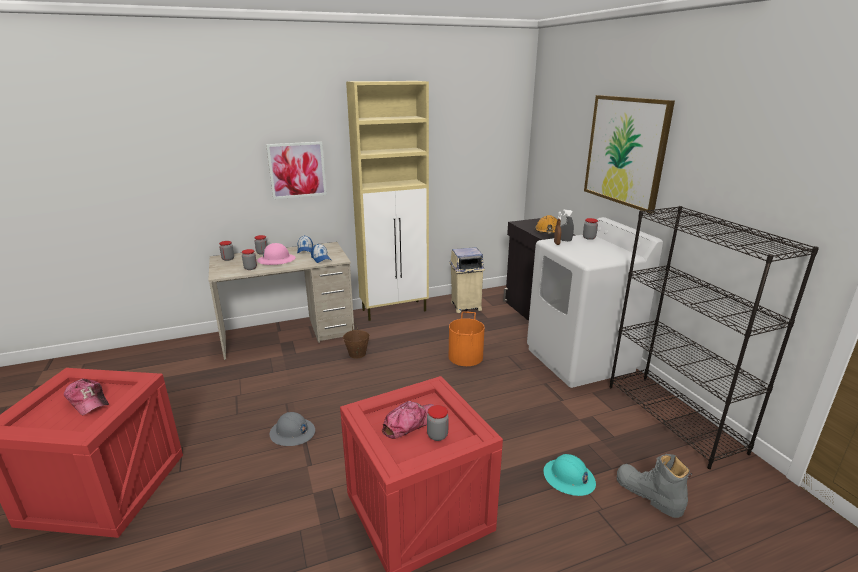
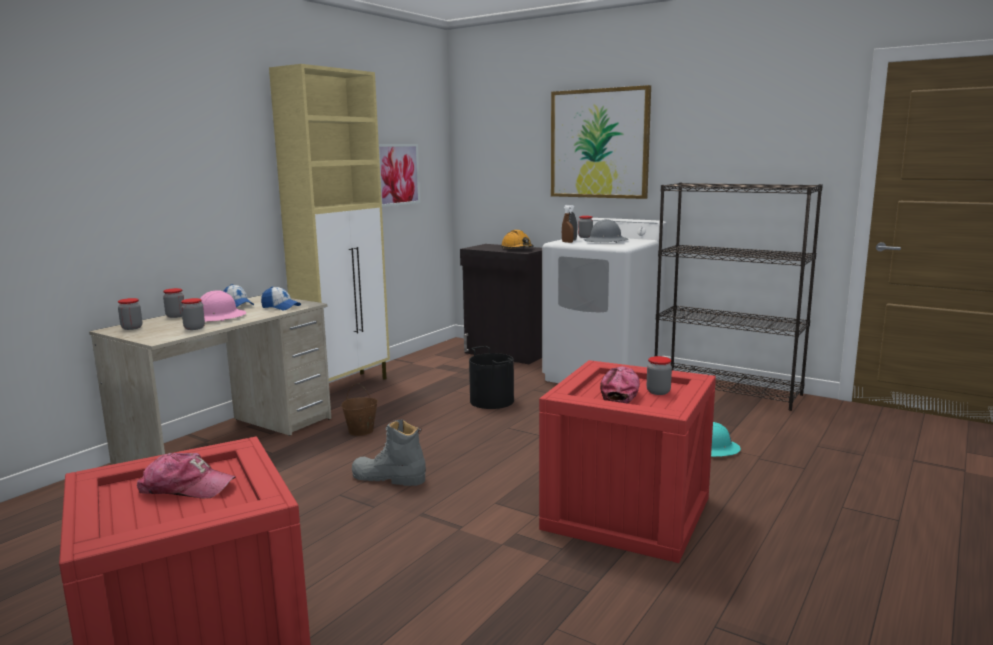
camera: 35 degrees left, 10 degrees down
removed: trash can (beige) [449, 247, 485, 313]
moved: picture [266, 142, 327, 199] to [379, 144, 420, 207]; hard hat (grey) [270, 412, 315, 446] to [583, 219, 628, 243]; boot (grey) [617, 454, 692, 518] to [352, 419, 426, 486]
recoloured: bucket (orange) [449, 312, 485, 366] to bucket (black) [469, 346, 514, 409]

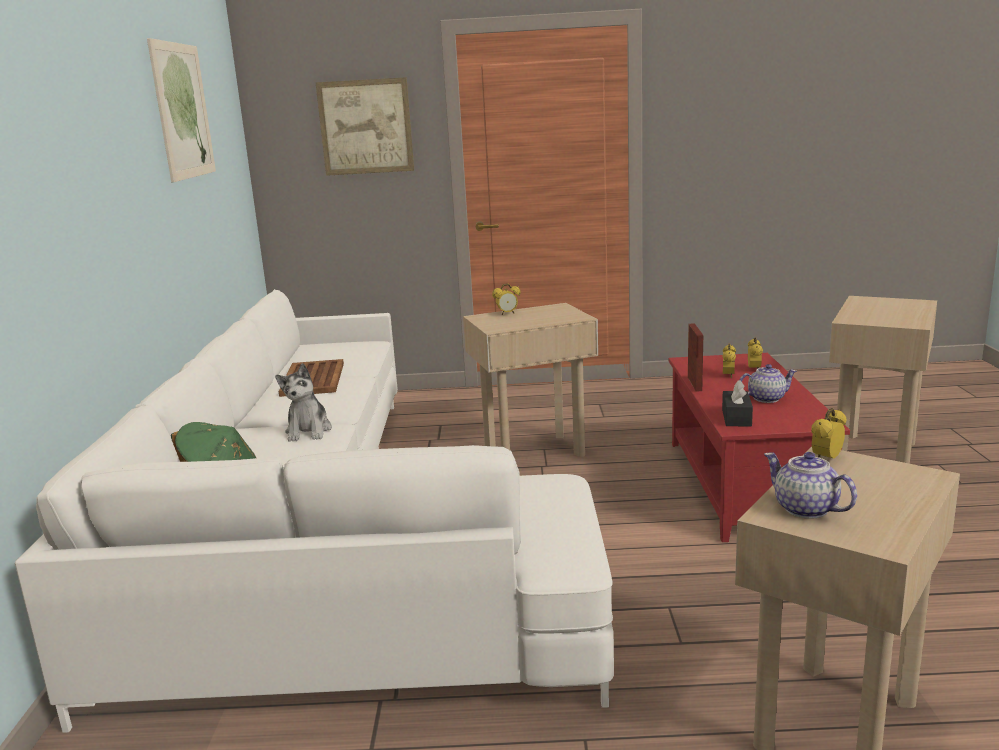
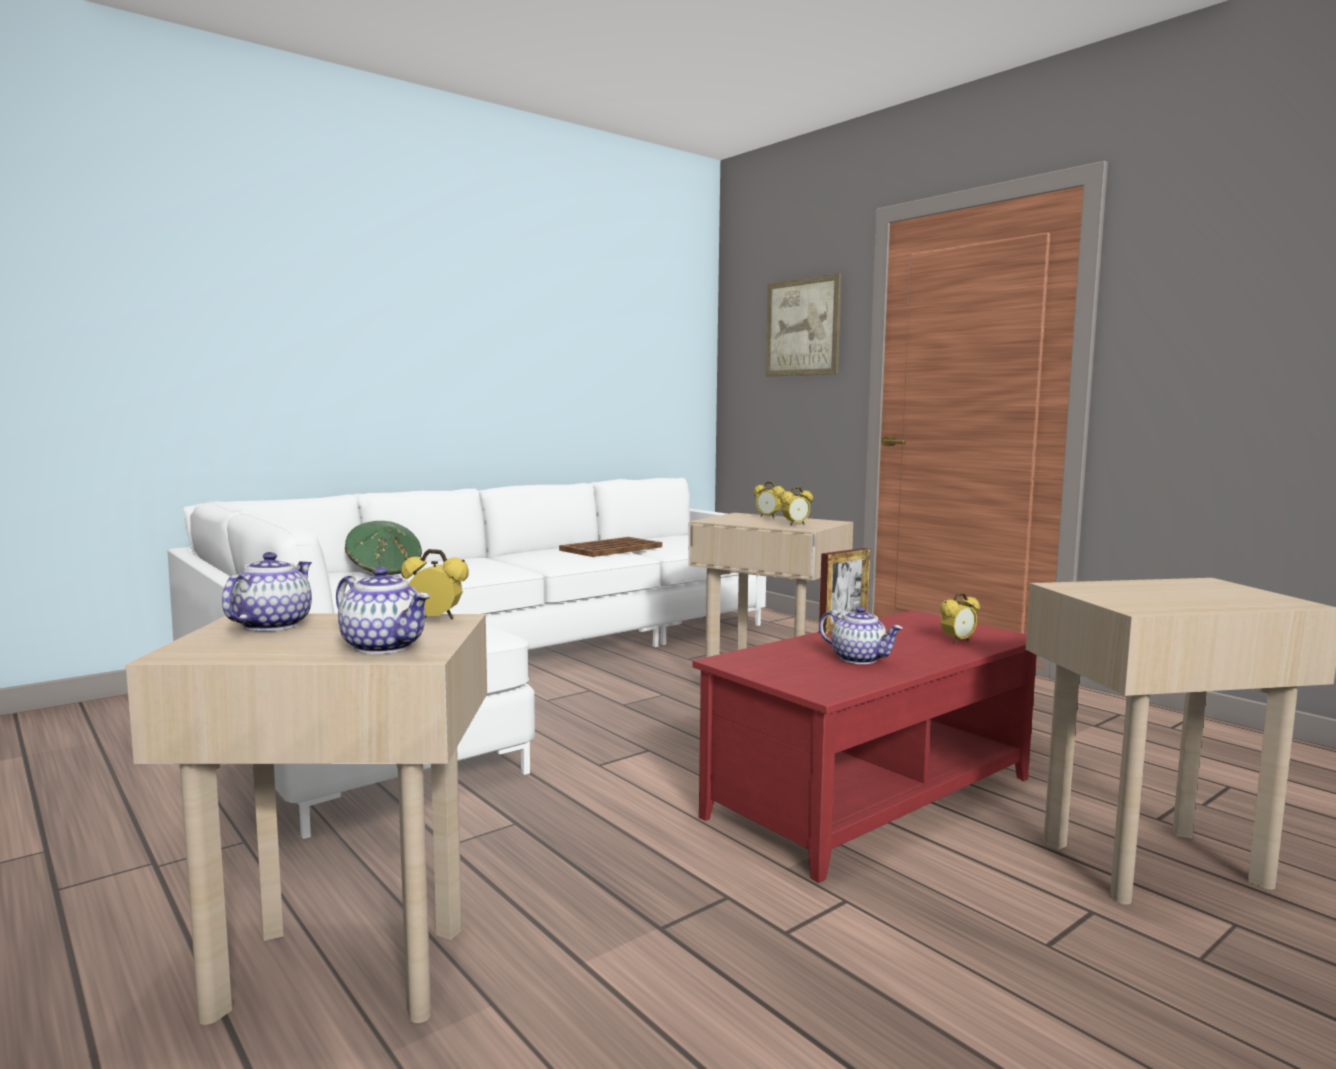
camera: 50 degrees right, 10 degrees down
removed: picture [147, 38, 216, 182]; plush toy [275, 363, 332, 442]; tissue box (black) [722, 380, 753, 427]
added: teapot [336, 567, 430, 654]
moved: alarm clock [723, 343, 736, 378] to [780, 486, 813, 525]

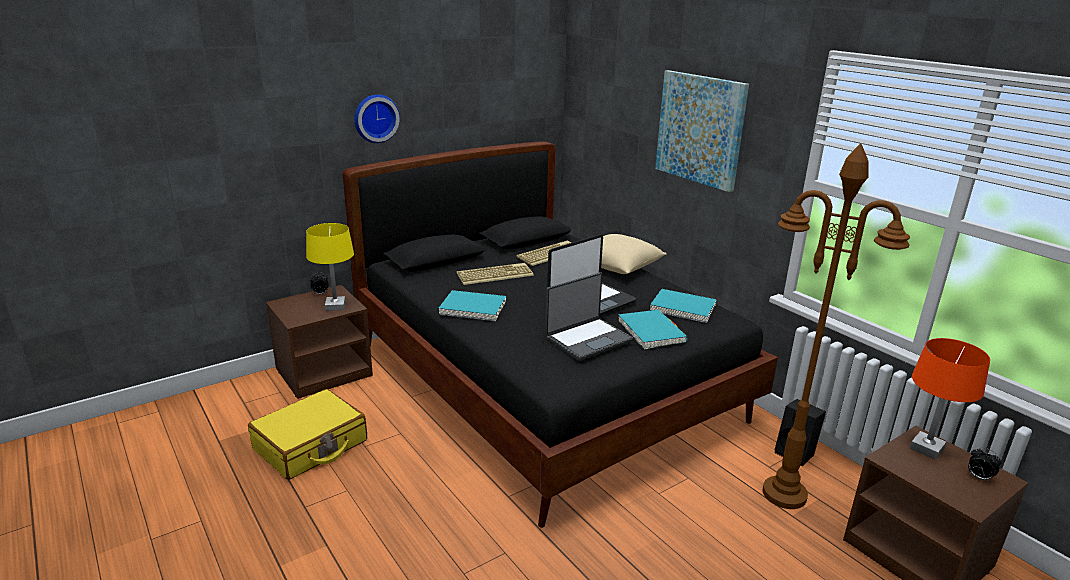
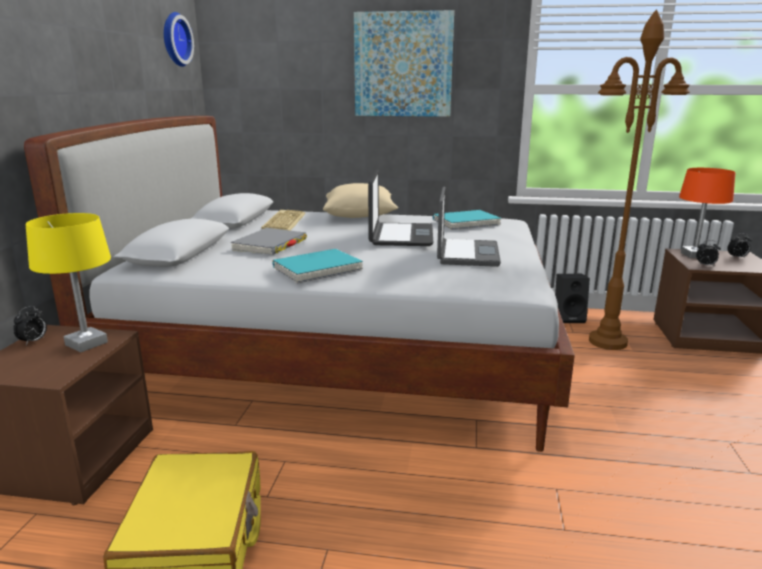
camera: 45 degrees left, 5 degrees down
removed: book (turquoise) [618, 310, 688, 350]
added: alarm clock [696, 240, 721, 266]
moved: wall clock [354, 94, 400, 143] to [164, 12, 194, 67]
replaced: keyboard [456, 263, 534, 285] to book (grey) [230, 228, 307, 255]
recoloured: bed (black) [343, 141, 778, 528] to bed (white) [24, 116, 575, 452]

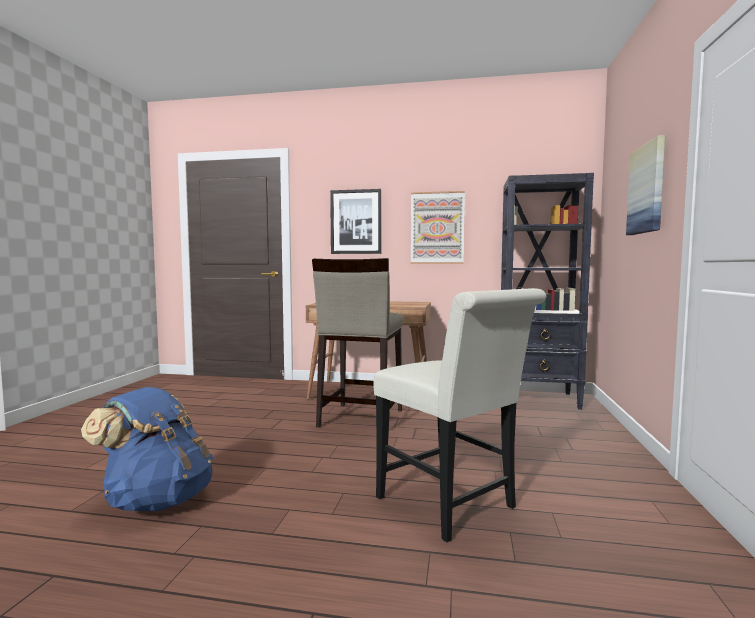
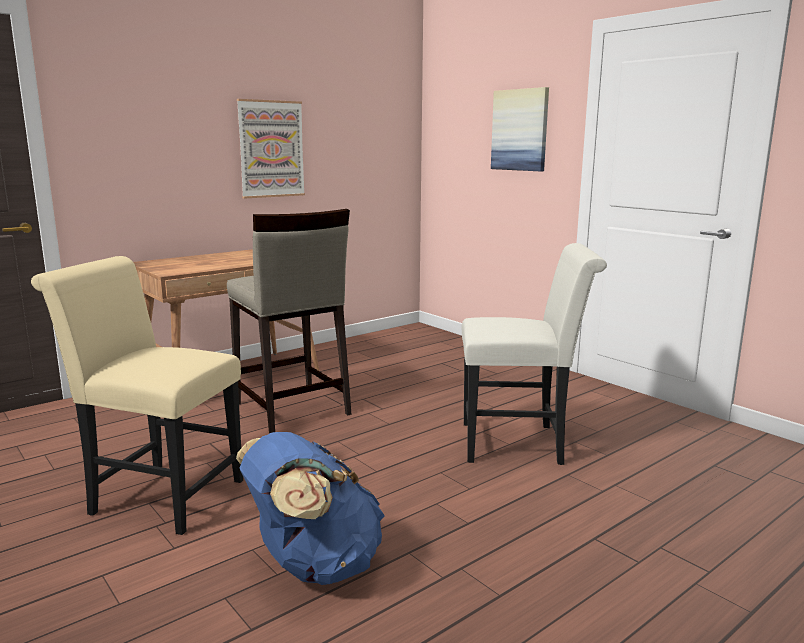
camera: 50 degrees left, 10 degrees up
removed: picture [330, 189, 382, 254]; bookcase (black) [501, 173, 594, 410]
added: chair (beige) [31, 256, 243, 535]

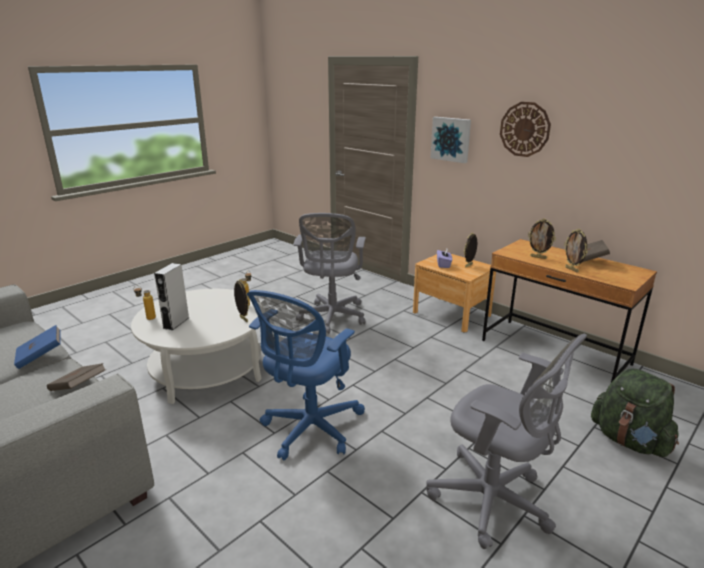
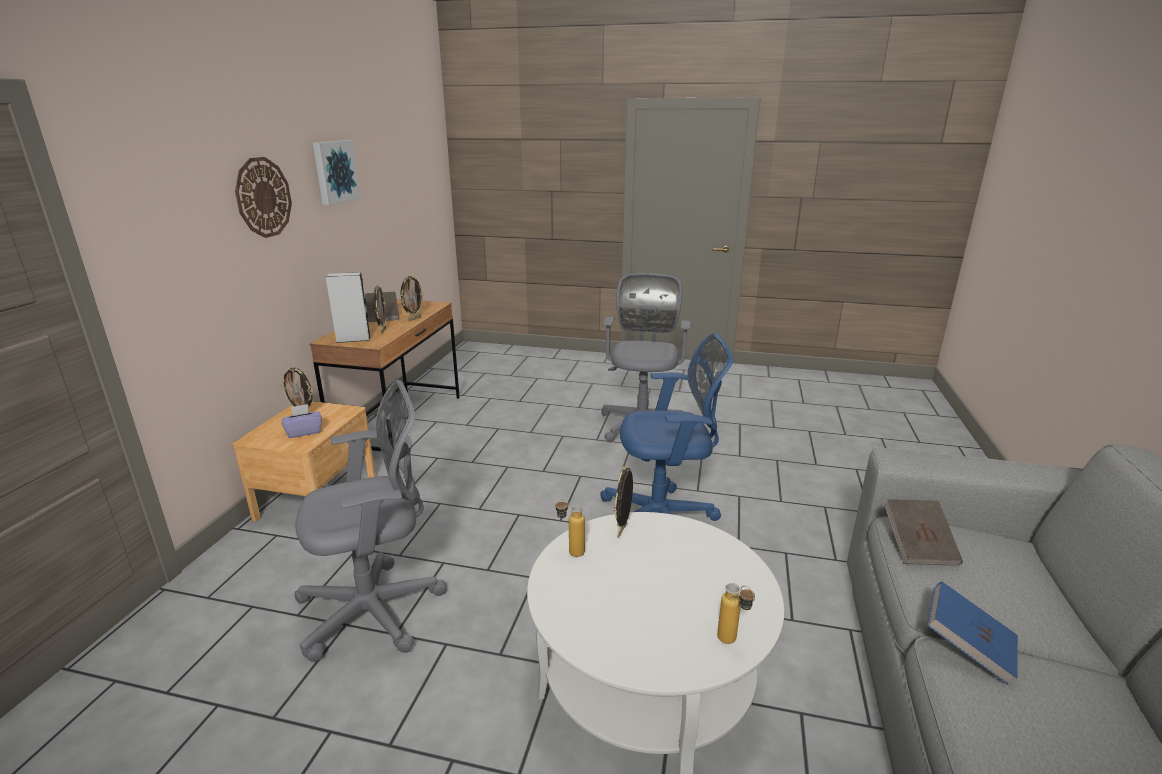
camera: 120 degrees left, 0 degrees up
removed: backpack (green) [591, 368, 679, 457]
moved: speaker (grey) [154, 263, 189, 330] to [326, 272, 371, 343]; picture [431, 117, 471, 163] to [313, 140, 360, 205]

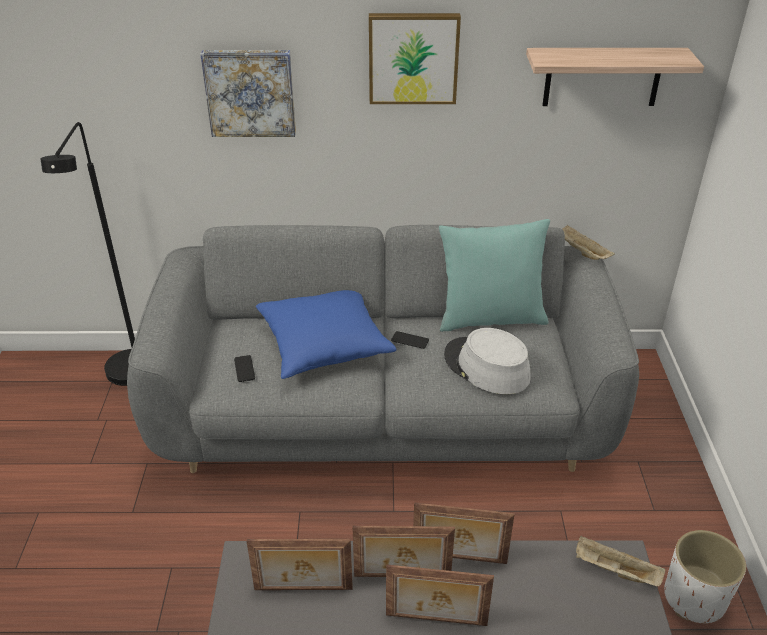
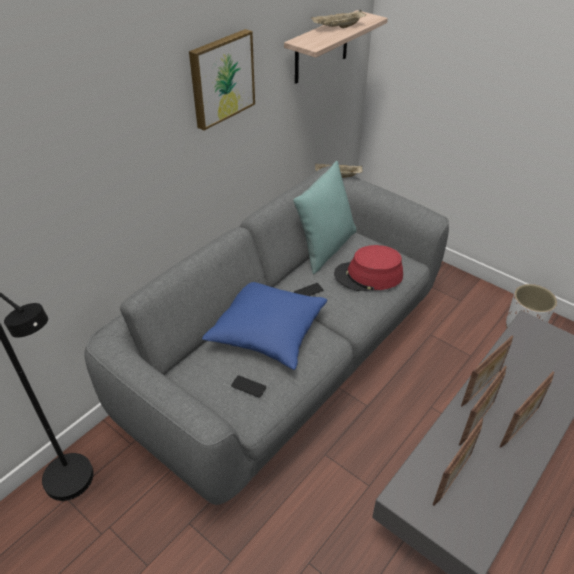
camera: 50 degrees left, 5 degrees up
removed: picture [200, 50, 296, 137]
moved: tray (beige) [576, 536, 666, 586] to [311, 10, 366, 28]
recoloured: hat (grey) [444, 328, 531, 394] to hat (red) [334, 245, 403, 291]

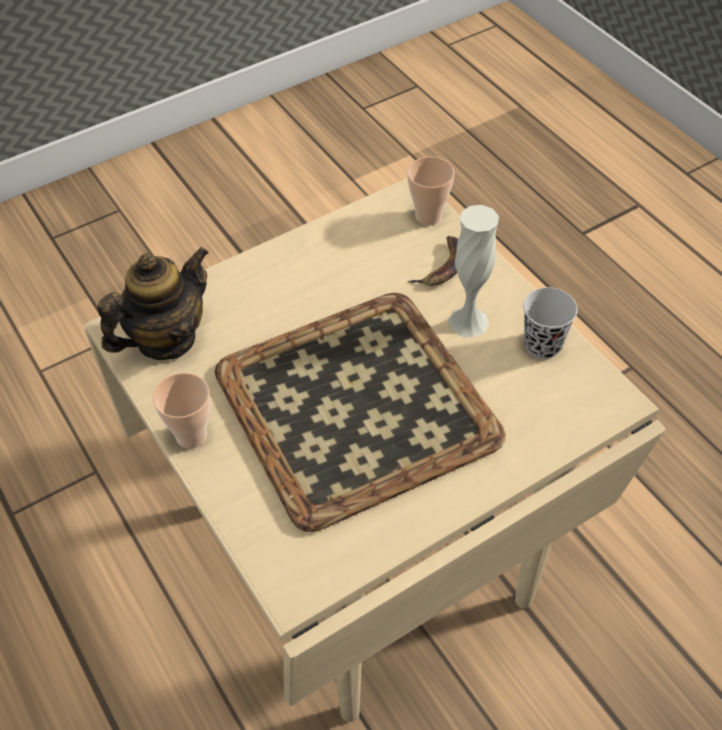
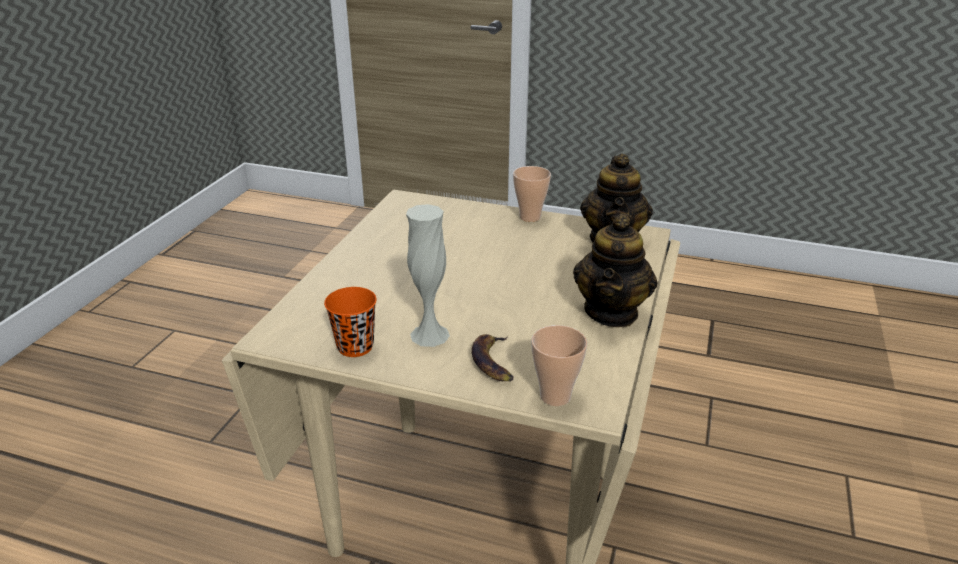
camera: 140 degrees right, 20 degrees down
removed: tray [215, 293, 506, 532]
added: teapot [573, 213, 658, 327]
recoloured: cup (black) [523, 287, 578, 359] to cup (orange) [324, 287, 377, 357]

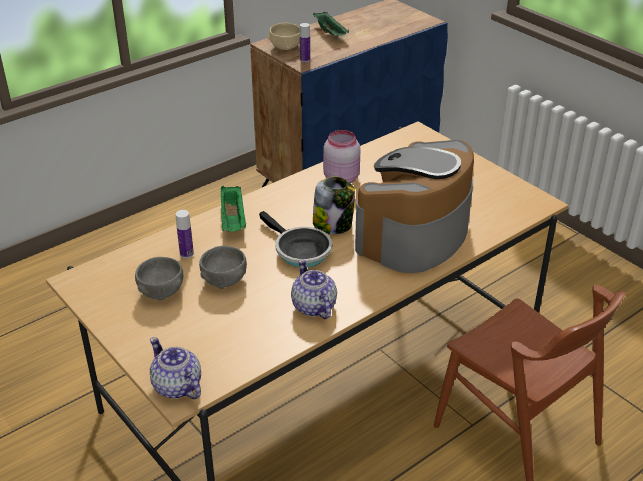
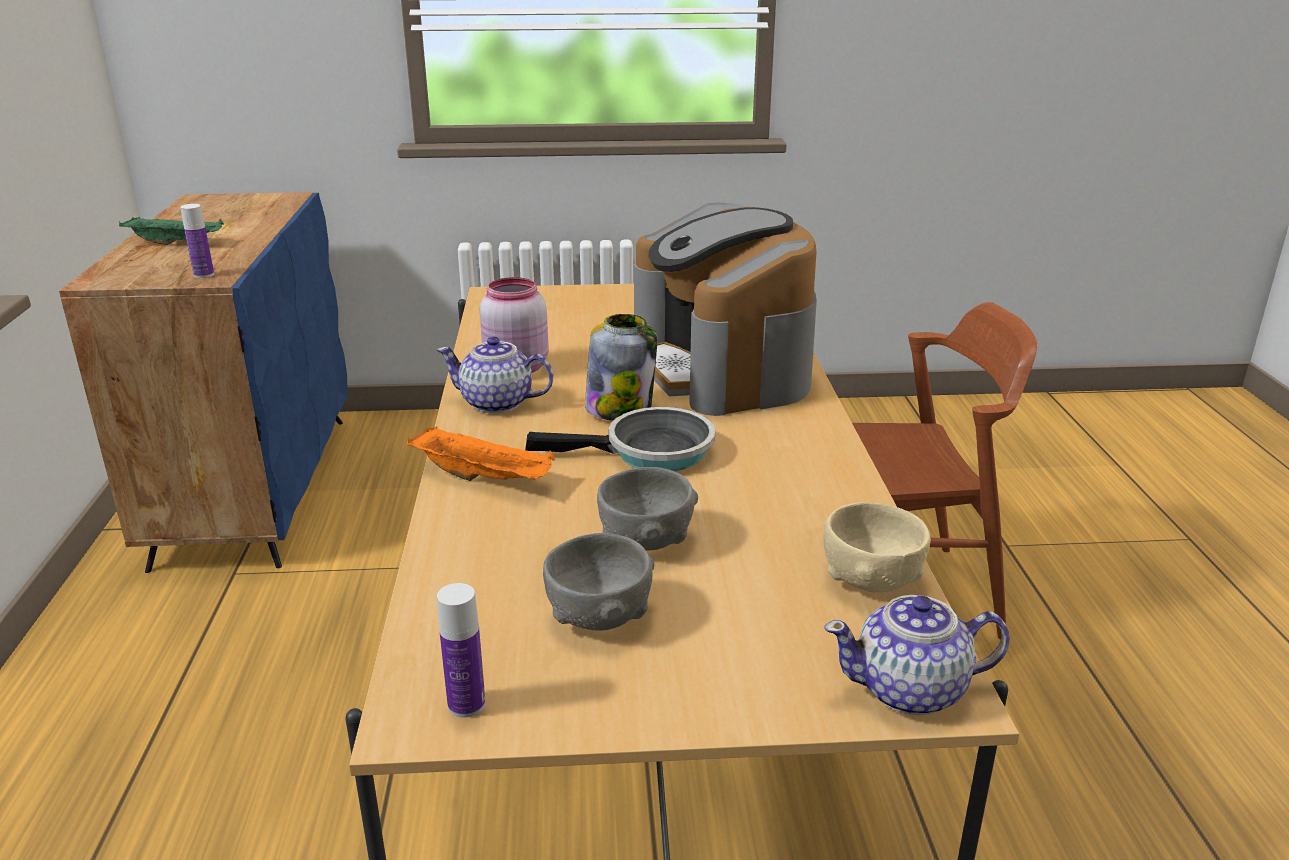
camera: 55 degrees left, 10 degrees down
moved: bottle [176, 210, 194, 258] to [437, 583, 486, 718]; bowl (beige) [268, 23, 300, 50] to [823, 502, 931, 593]; teapot [291, 259, 337, 319] to [437, 336, 554, 414]
recoloured: tray (green) [221, 186, 246, 232] to tray (orange) [407, 426, 555, 481]

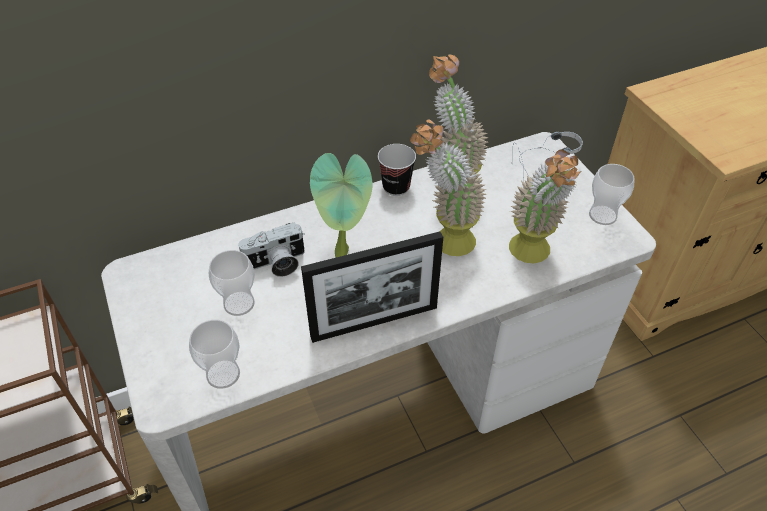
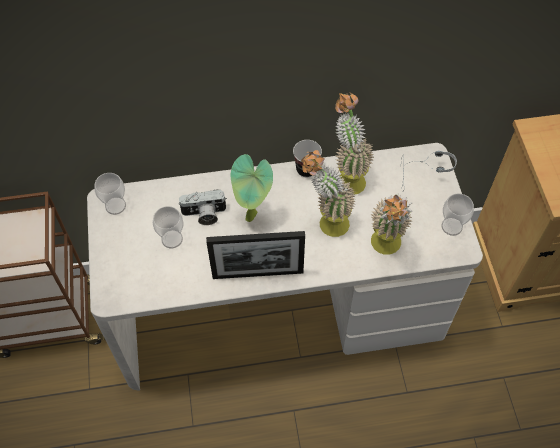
camera: 15 degrees right, 10 degrees up
moved: cup [189, 320, 240, 389] to [94, 173, 126, 215]

